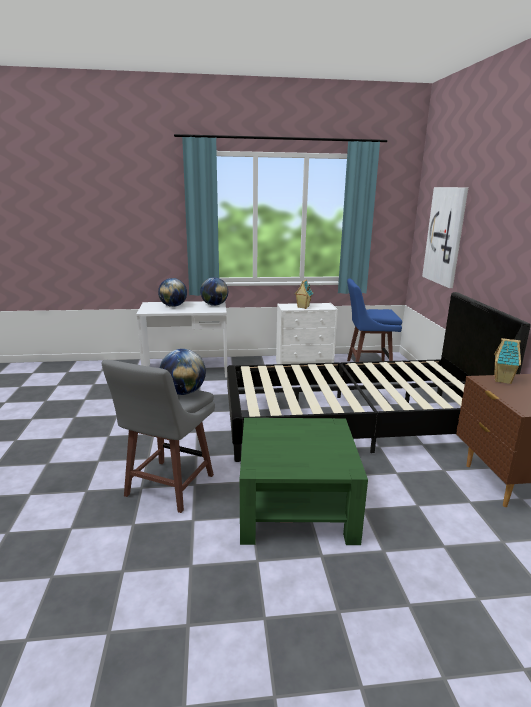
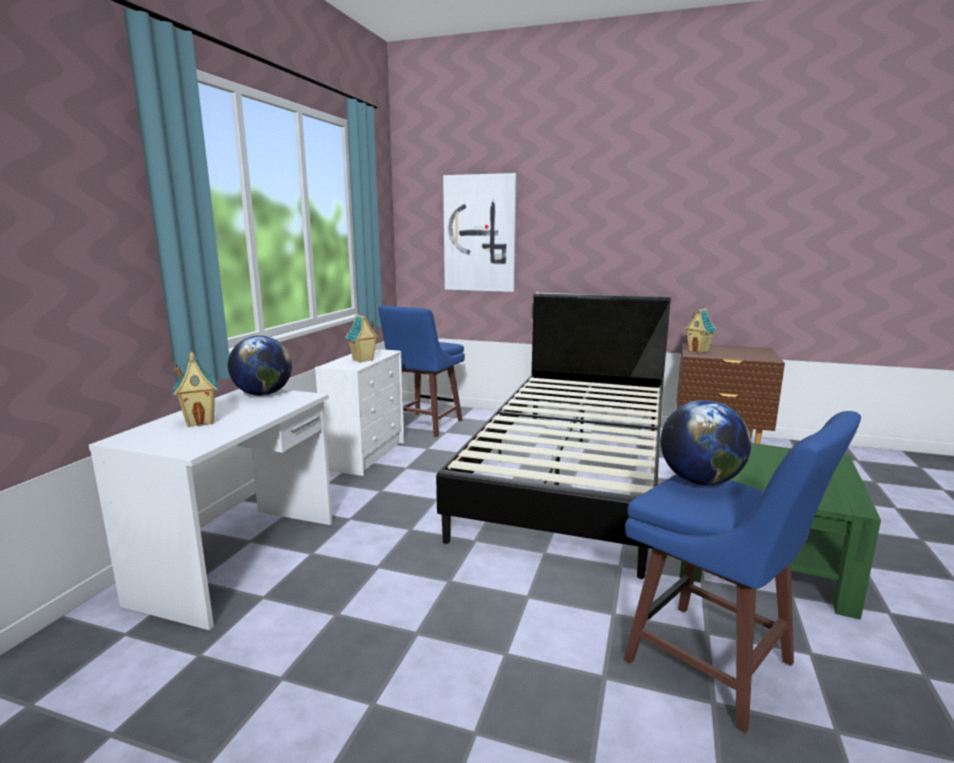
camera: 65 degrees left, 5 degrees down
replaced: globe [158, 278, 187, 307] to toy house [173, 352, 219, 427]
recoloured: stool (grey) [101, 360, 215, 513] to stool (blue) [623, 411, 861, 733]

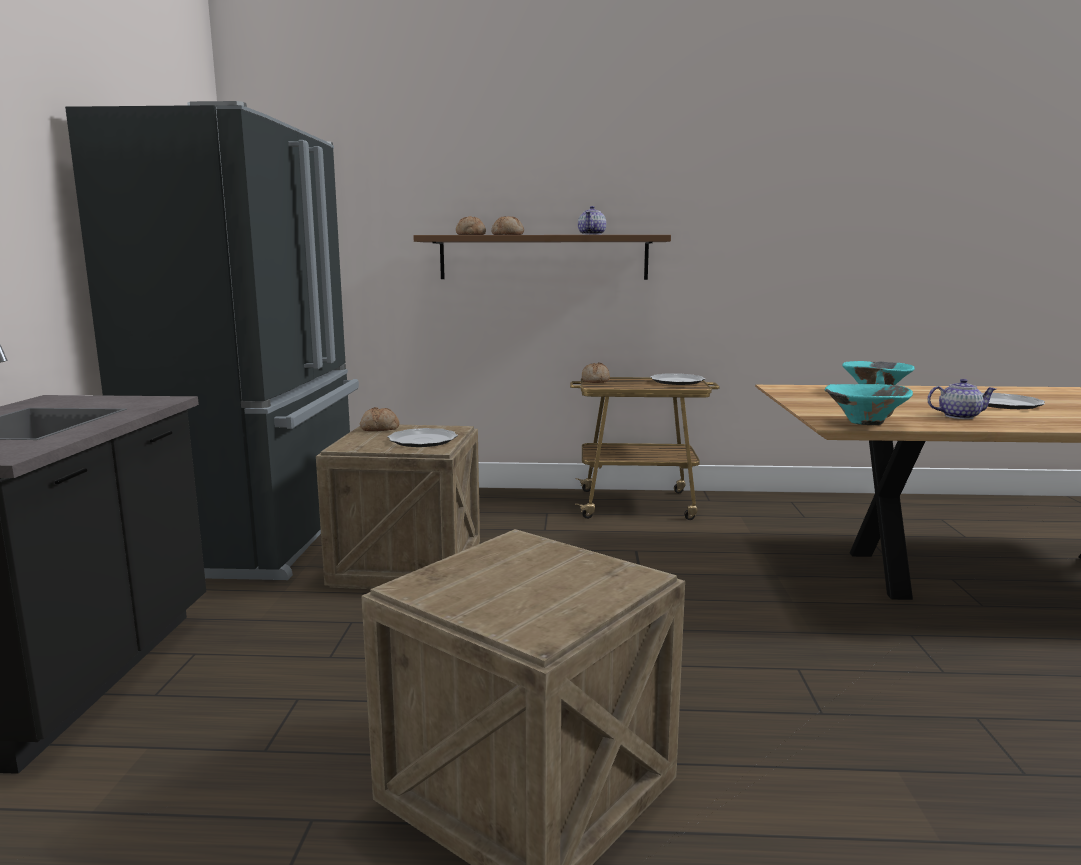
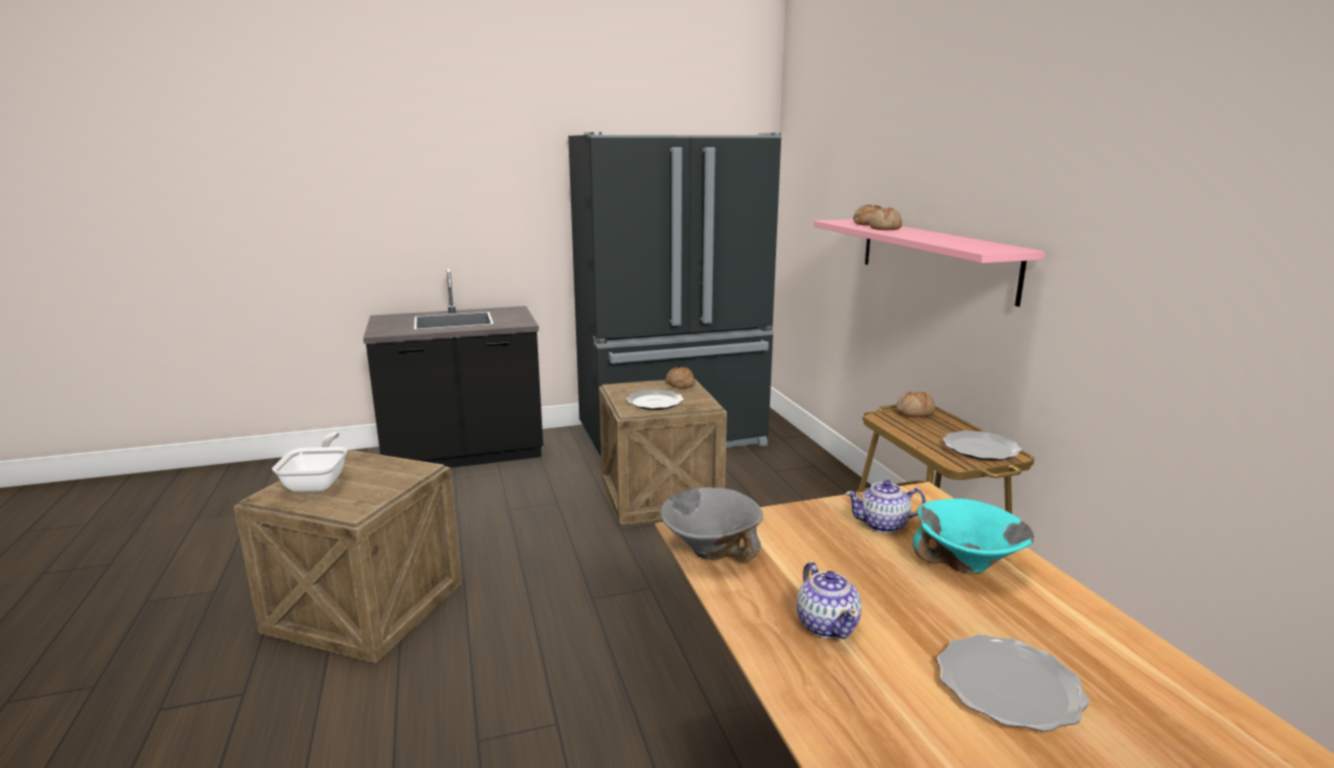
camera: 70 degrees right, 5 degrees up
added: frying pan [272, 432, 347, 492]
moved: teapot [578, 206, 606, 235] to [845, 480, 926, 533]
recoloured: shelf (brown) [413, 235, 671, 280] to shelf (pink) [814, 219, 1045, 307]; bowl (turquoise) [825, 384, 913, 425] to bowl (grey) [661, 487, 763, 562]

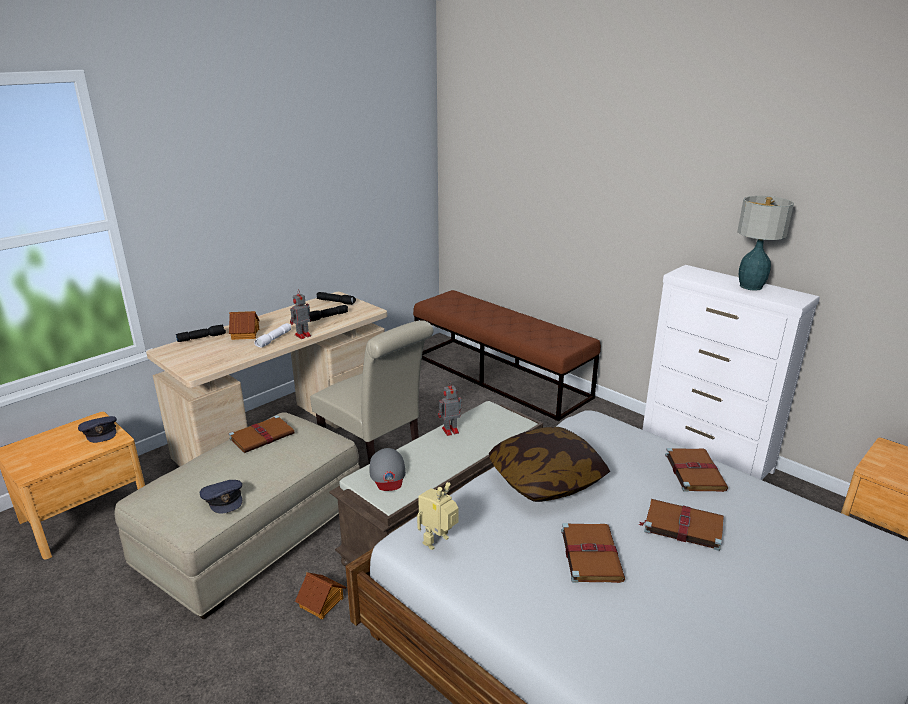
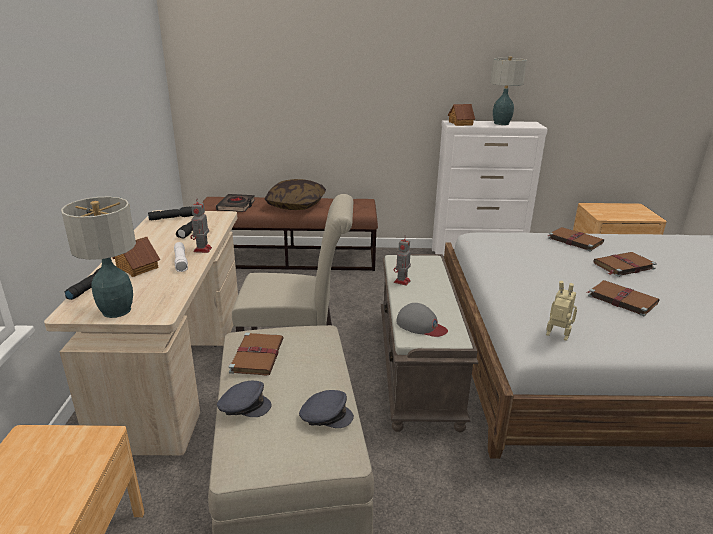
camera: 45 degrees left, 0 degrees up
added: table lamp [61, 196, 136, 318]; book (black) [216, 194, 255, 212]
moved: cap (grey) [78, 416, 117, 443] to [217, 381, 272, 417]; toy house [295, 572, 347, 619] to [448, 104, 475, 126]; pillow [489, 427, 610, 502] to [265, 179, 326, 210]
turned: toy robot [417, 482, 459, 550] = [546, 281, 577, 341] 120 degrees clockwise

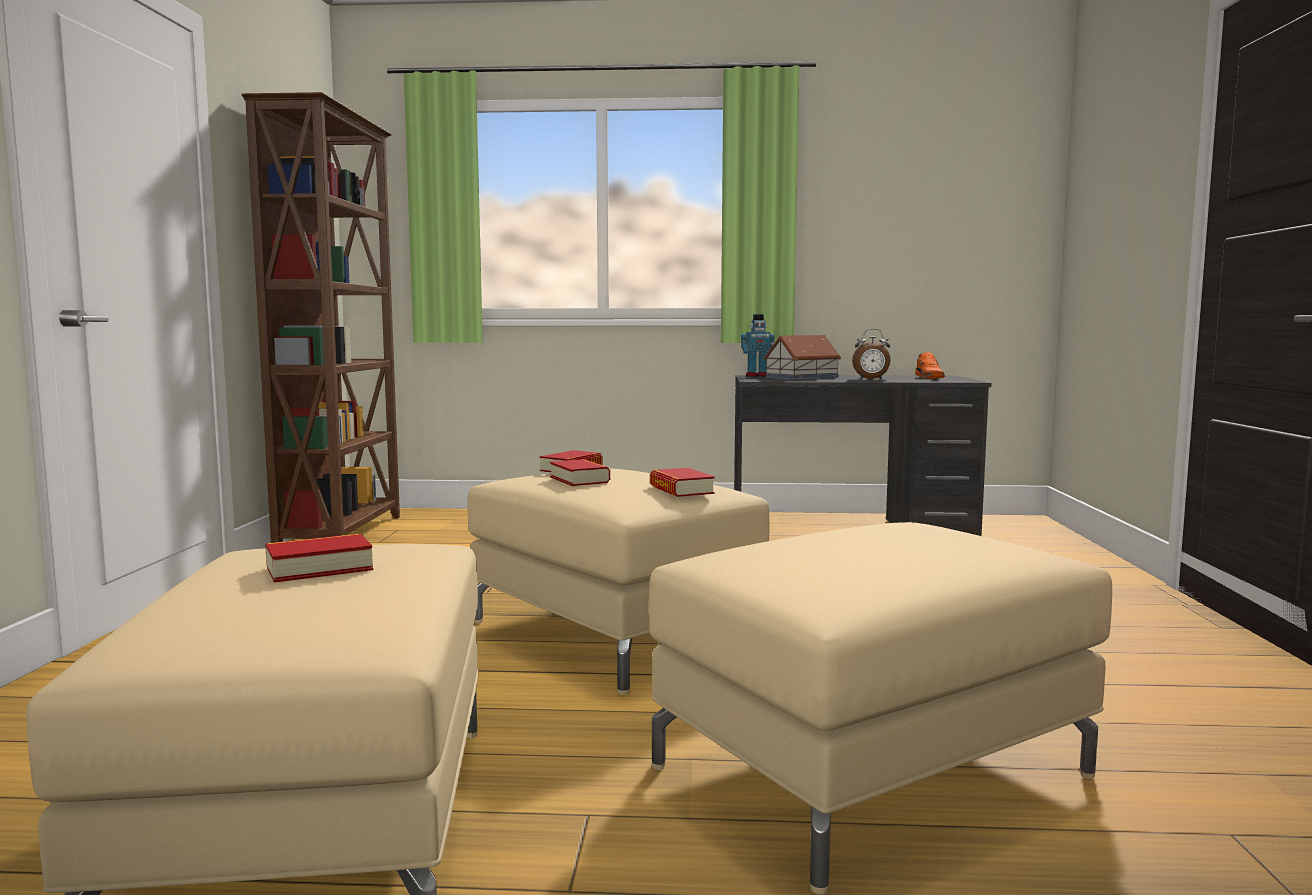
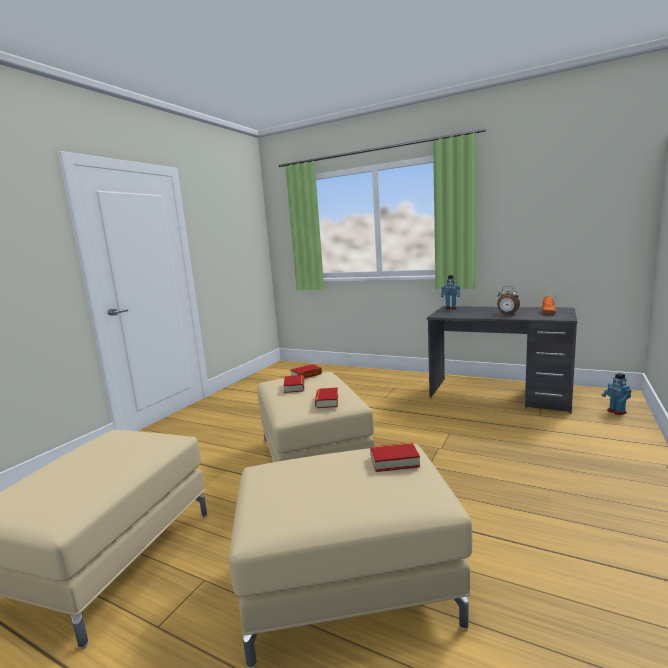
camera: 25 degrees right, 5 degrees up
removed: bookcase (brown) [242, 92, 400, 543]; toy house [763, 335, 841, 380]
added: toy robot [601, 373, 631, 415]
moved: book [266, 534, 373, 583] to [370, 442, 420, 472]

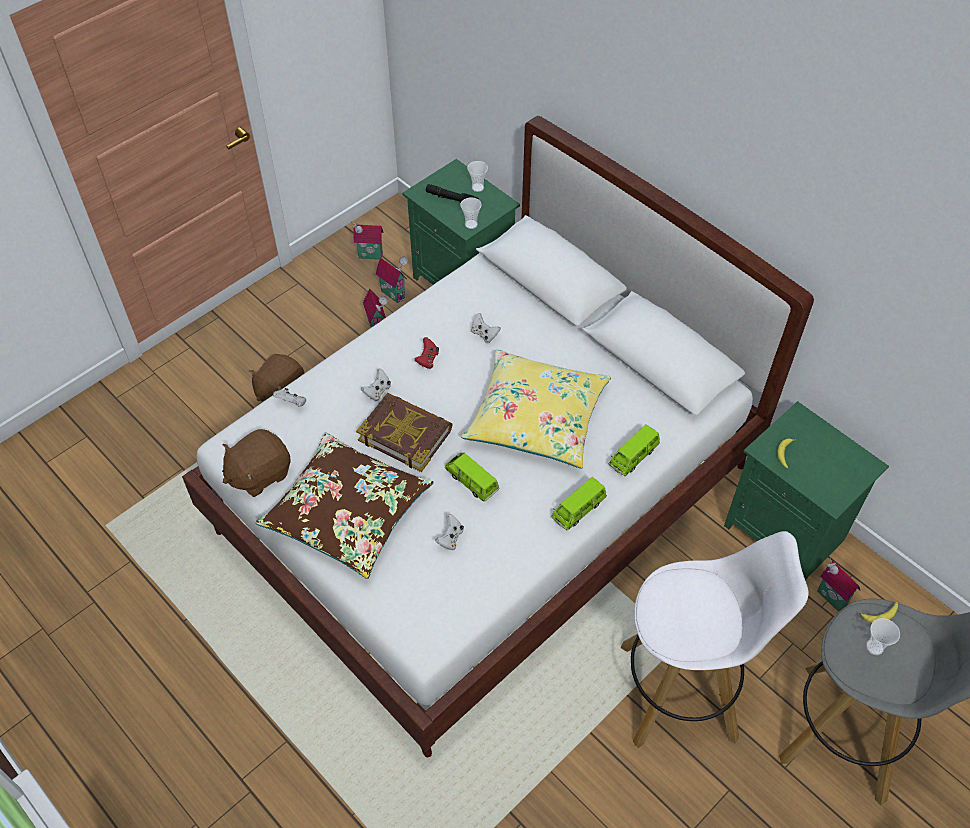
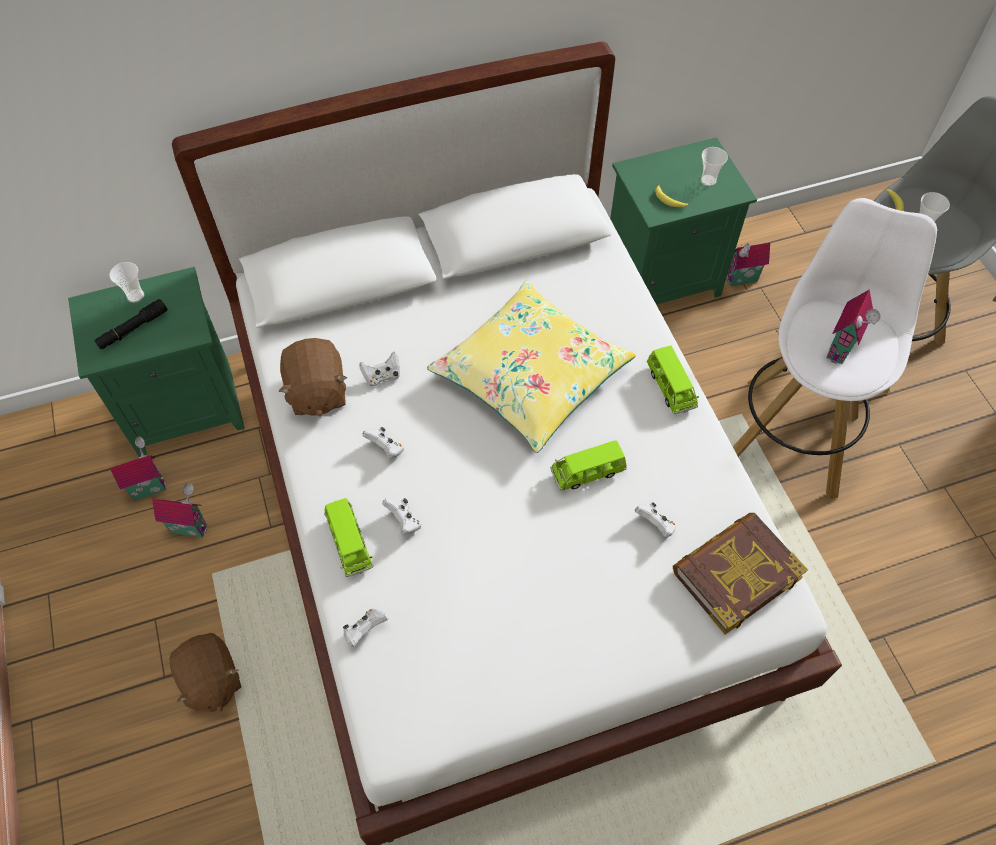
camera: 65 degrees left, 5 degrees up
removed: pillow (brown) [255, 433, 434, 579]
moved: plush toy (brown) [222, 429, 291, 497] to [279, 338, 347, 417]; toy house [351, 221, 384, 260] to [826, 290, 881, 364]; book [356, 393, 453, 472] to [673, 513, 808, 635]; cup [460, 197, 482, 229] to [701, 147, 728, 186]; toy car (green) [609, 424, 660, 476] to [324, 498, 374, 577]
recoloured: game controller (red) [415, 337, 439, 369] to game controller (white) [362, 427, 404, 458]

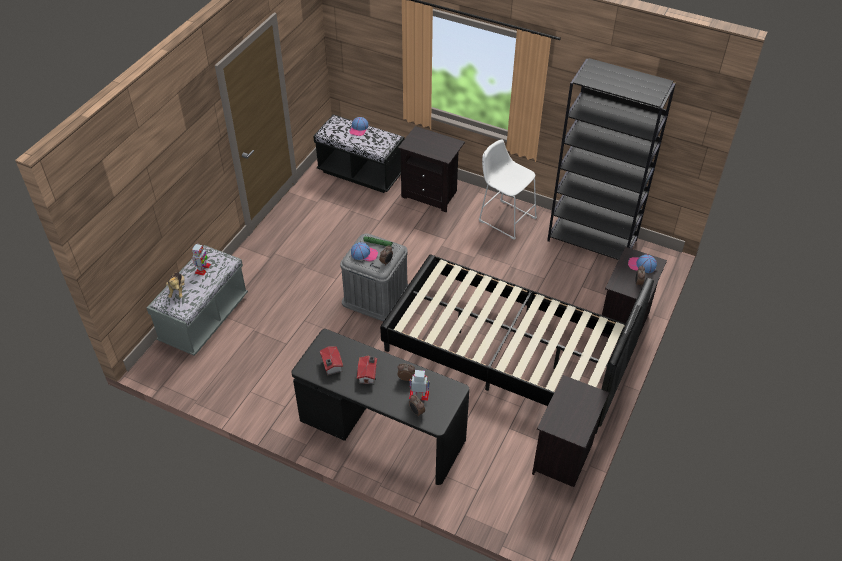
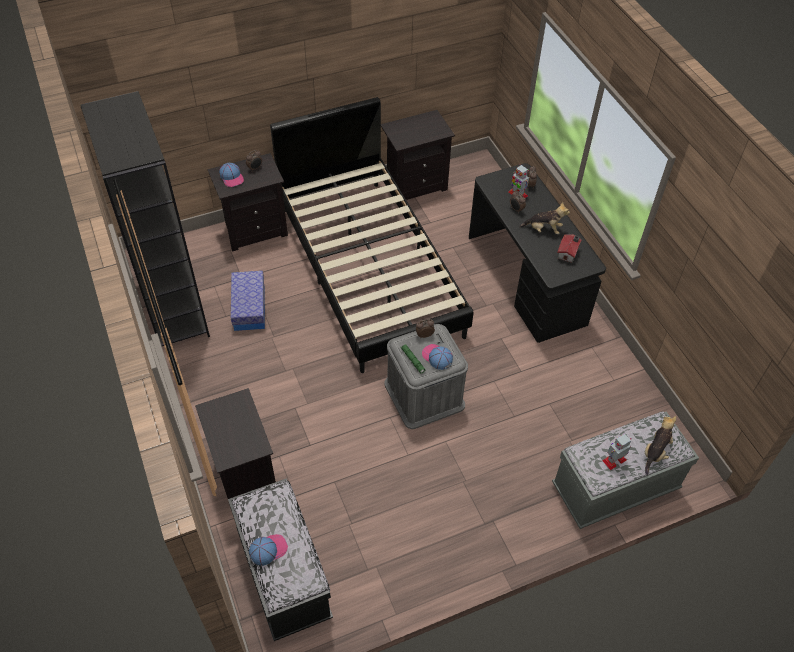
camera: 140 degrees left, 5 degrees up
removed: stool (white) [479, 139, 537, 240]
added: storage box [231, 271, 265, 331]
replaced: toy house [357, 356, 377, 384] to plush toy [519, 201, 570, 234]

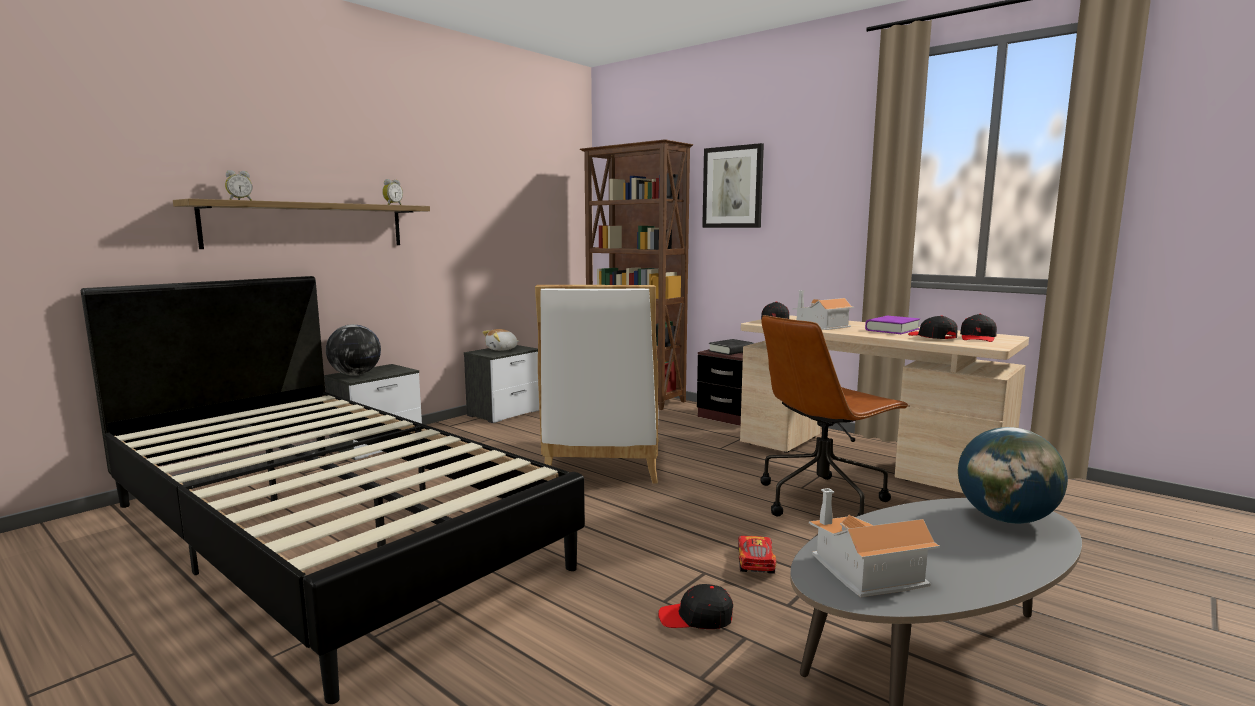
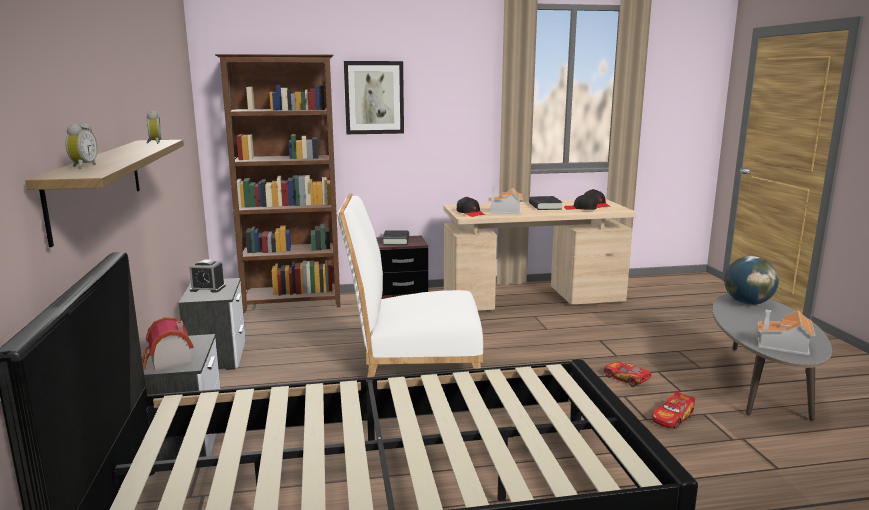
camera: 50 degrees left, 5 degrees up
removed: office chair (brown) [761, 315, 909, 517]
replaced: globe [326, 324, 381, 376] to toy house [142, 317, 194, 371]; plush toy [482, 329, 519, 351] to alarm clock [189, 259, 225, 292]; cap (black) [658, 584, 733, 629] to toy car [652, 391, 695, 429]
recoloured: book (purple) [865, 316, 920, 334] to book (black) [529, 196, 562, 210]
turned: chair (white) [535, 285, 659, 483] = [337, 193, 483, 377] 135 degrees clockwise

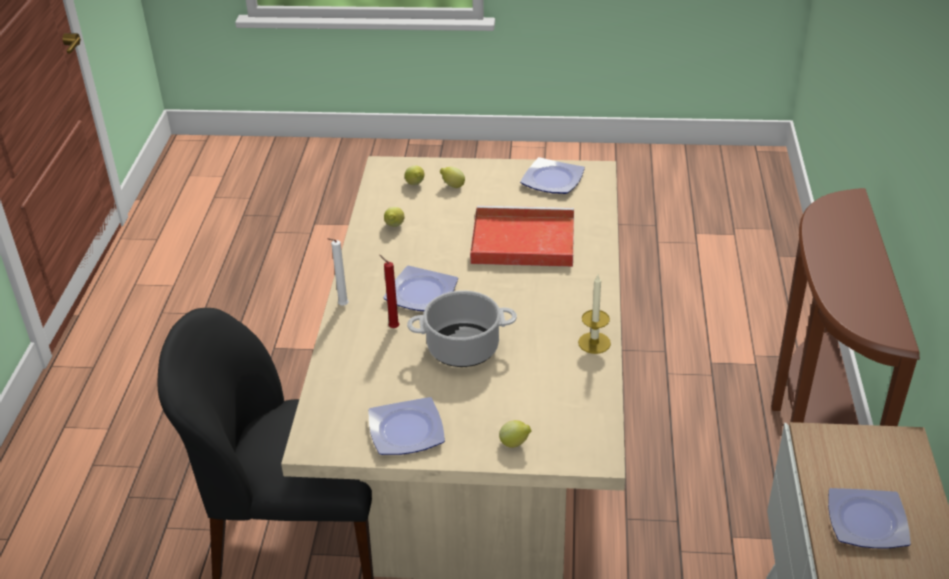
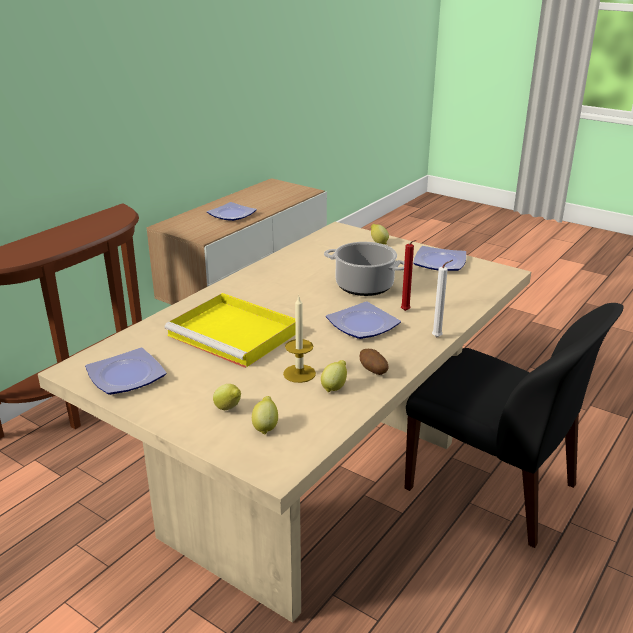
camera: 150 degrees left, 10 degrees down
added: potato [359, 349, 388, 375]
moved: candle [578, 275, 611, 354] to [283, 296, 316, 383]
recoloured: tray (red) [470, 205, 574, 267] to tray (yellow) [165, 293, 296, 368]

